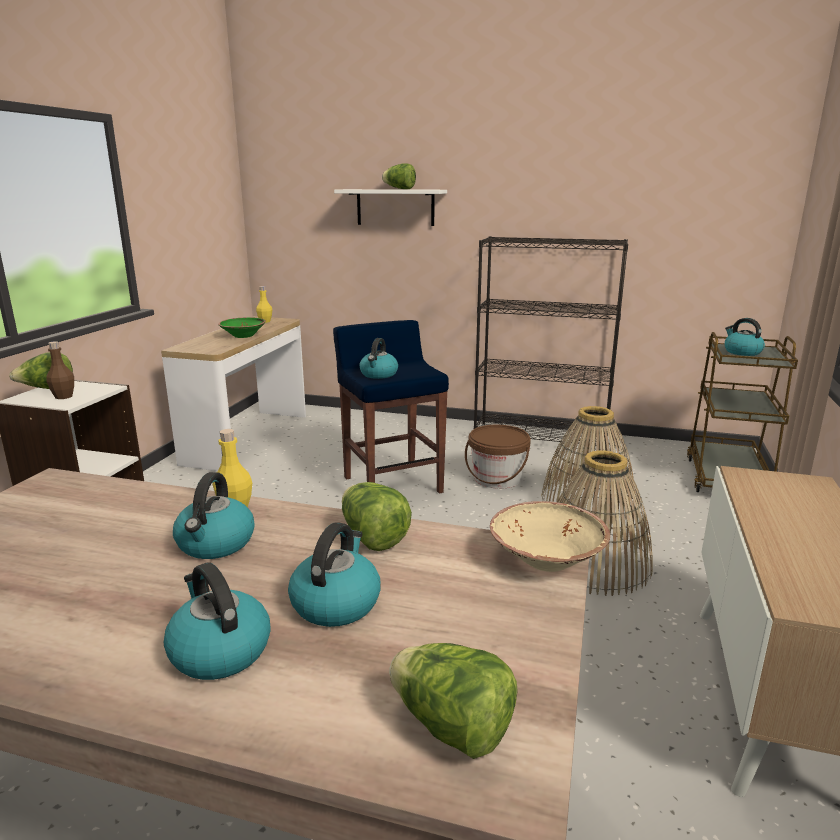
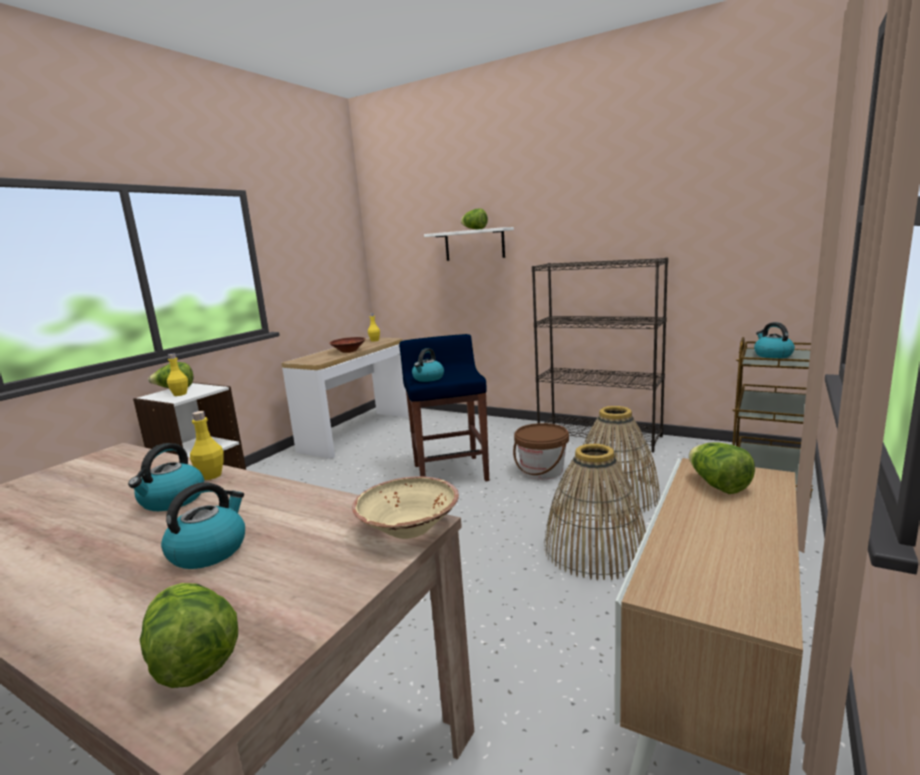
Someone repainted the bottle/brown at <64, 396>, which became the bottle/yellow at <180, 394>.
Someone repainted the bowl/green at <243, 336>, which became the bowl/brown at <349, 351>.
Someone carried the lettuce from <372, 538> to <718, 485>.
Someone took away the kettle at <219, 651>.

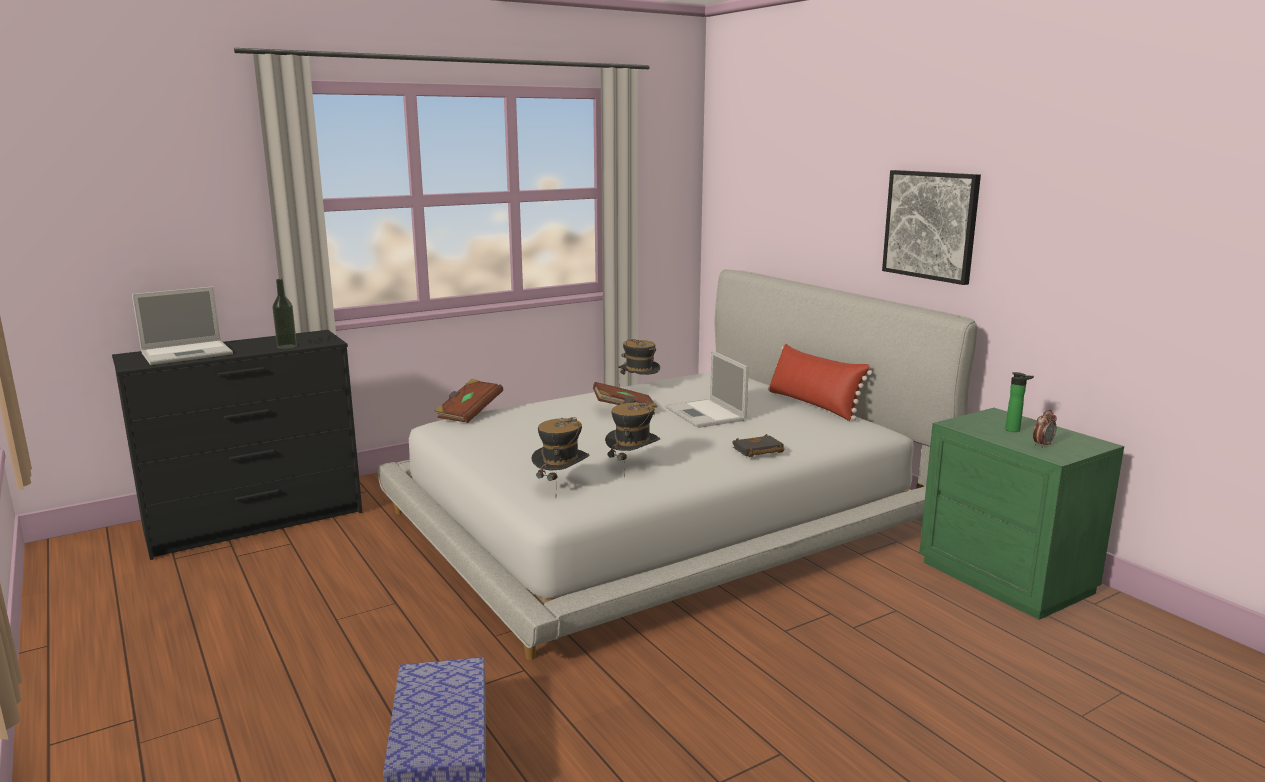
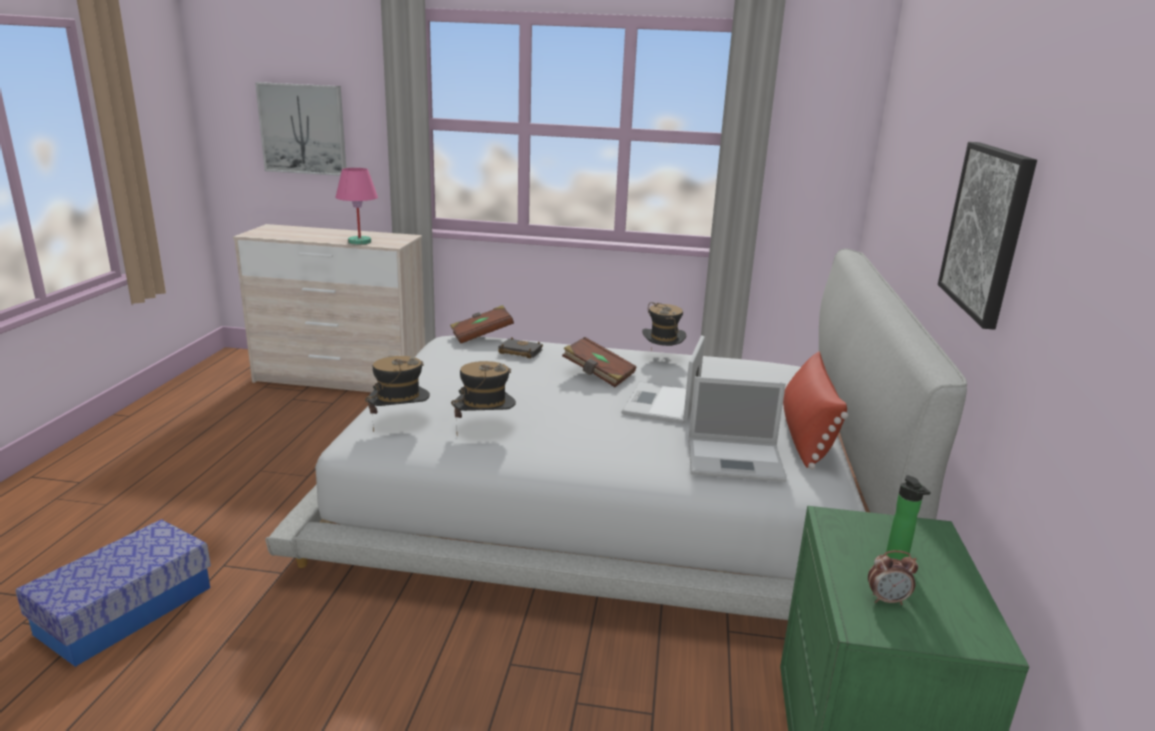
Someone repainted the dresser/black at <255, 523>, which became the dresser/beige at <340, 380>.
Someone put up the picture at <303, 129>.
Someone swapped the bottle at <287, 347> for the table lamp/pink at <359, 242>.
Someone carried the book/black from <757, 451> to <518, 352>.
Someone carried the laptop from <189, 353> to <737, 460>.

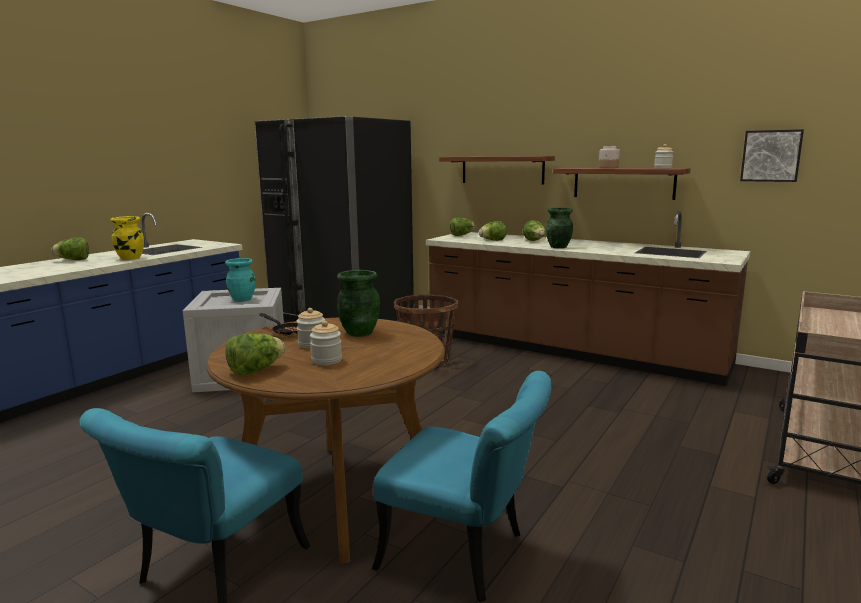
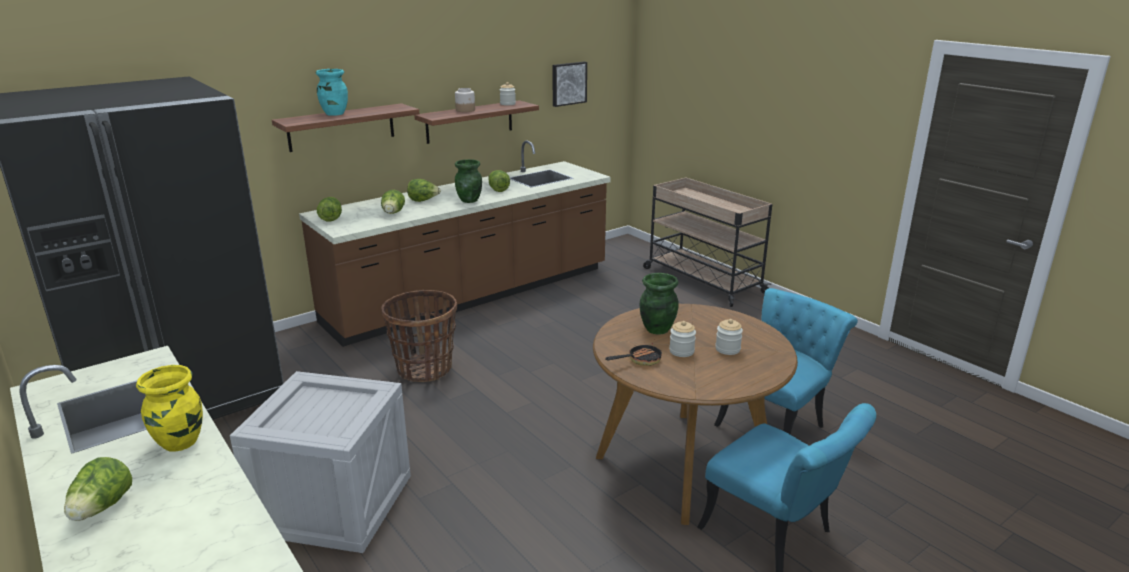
Someone carried the vase/turquoise from <242, 299> to <334, 113>.
Someone carried the lettuce from <255, 371> to <498, 189>.

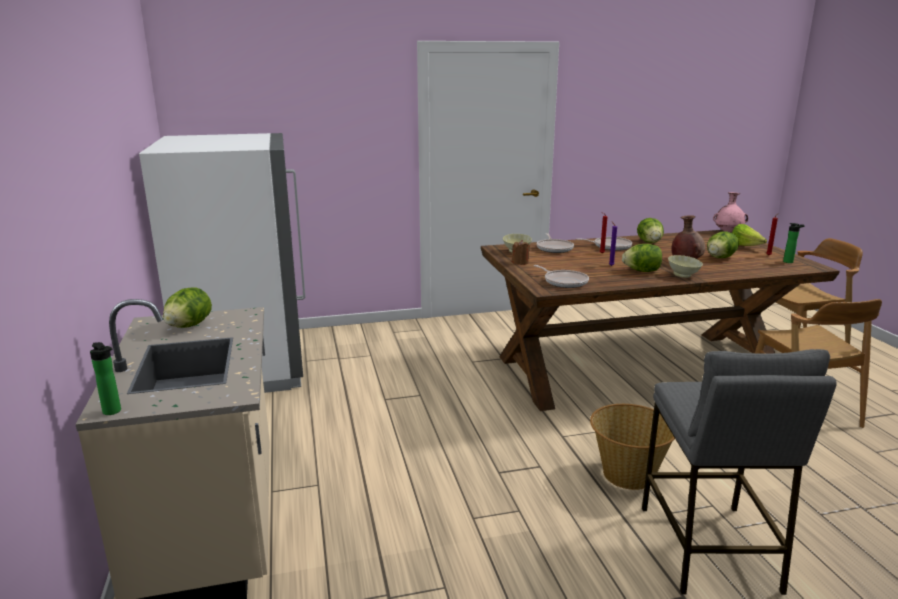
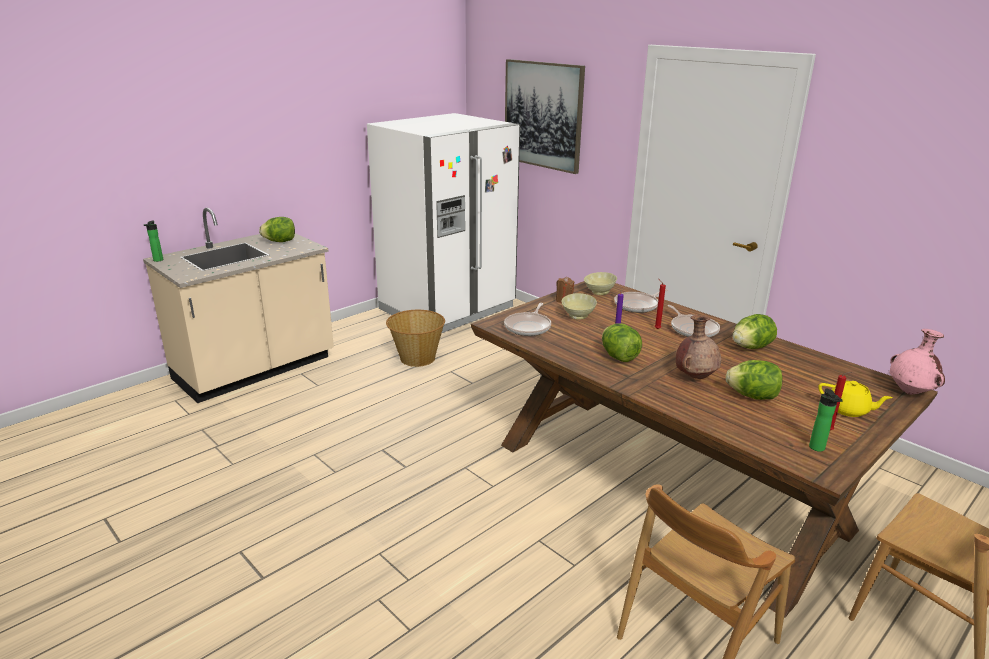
Someone carried the basket from <627, 474> to <417, 358>.
Someone put up the picture at <543, 115>.
Someone carried the bowl/beige from <683, 275> to <577, 316>.
Someone swapped the lettuce at <745, 246> for the teapot/yellow at <848, 410>.
Someone took away the stool/grey at <708, 548>.

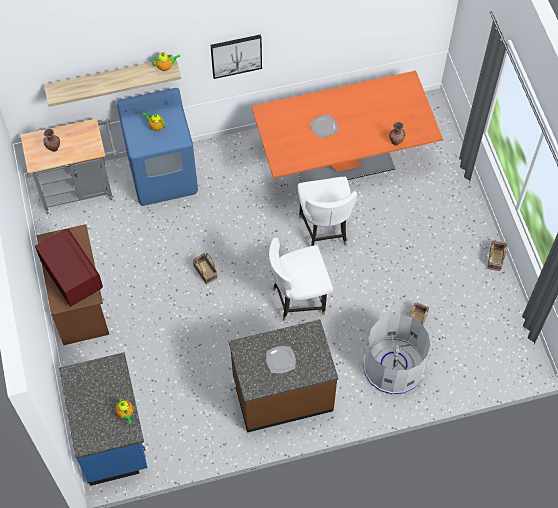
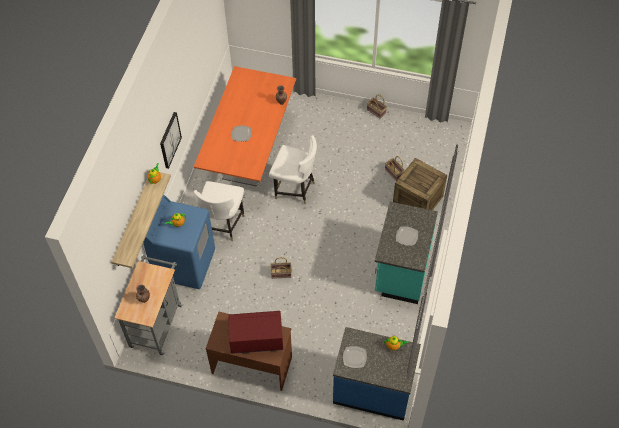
Someone carried the chair/white from <298, 299> to <223, 224>.
Someone put down the plate at <354, 357>.
Someone repainted the counter/brown at <282, 394>, which became the counter/turquoise at <401, 270>.
Someone swapped the trash can/grey at <393, 366> for the crate at <417, 200>.

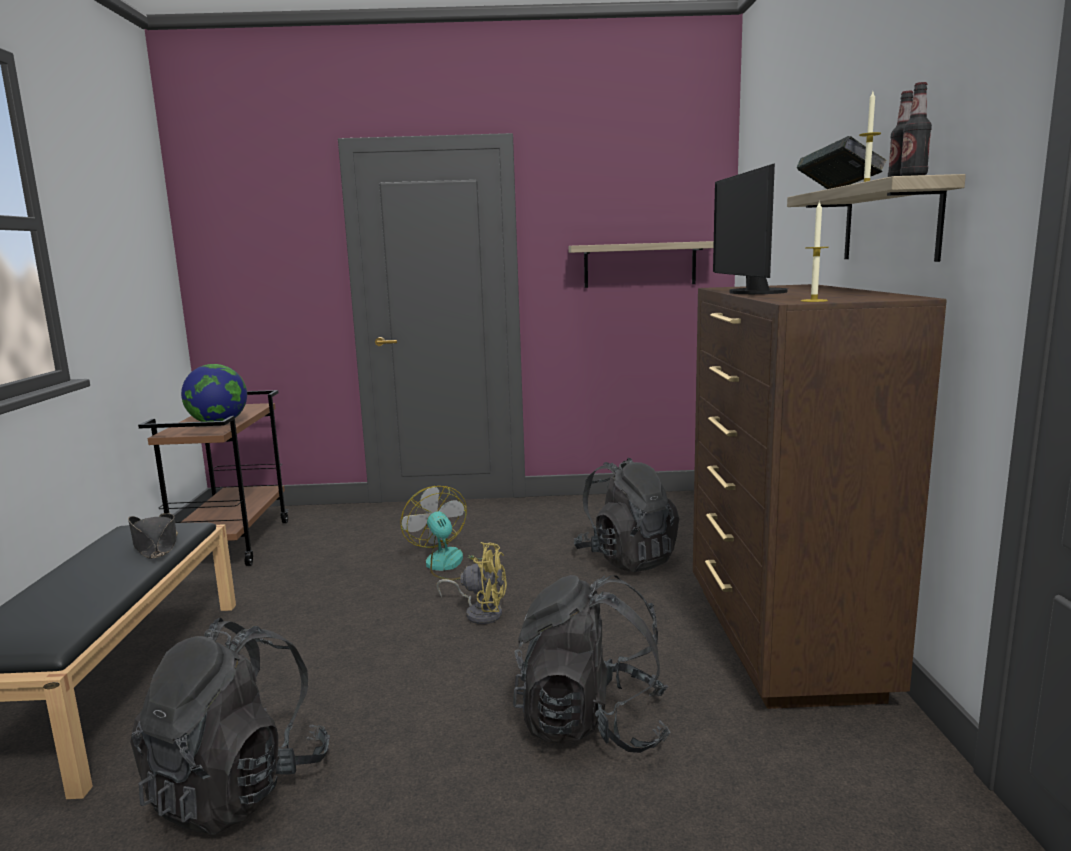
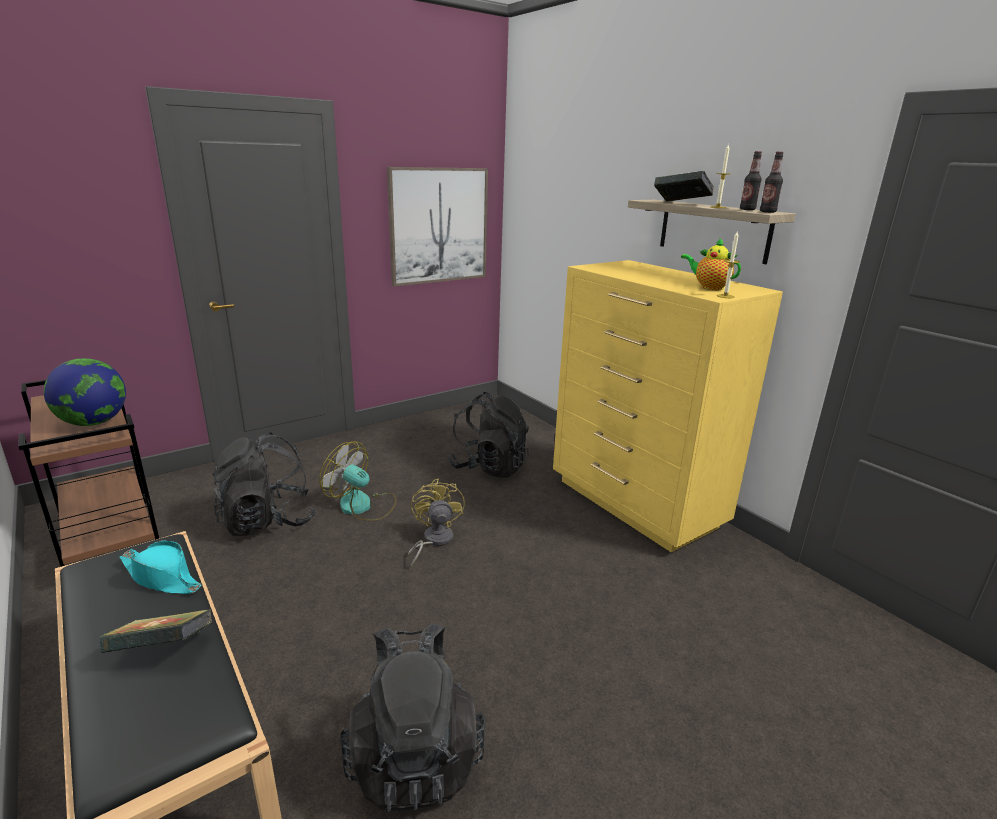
Someone put down the book at <163, 650>.
Someone repainted the hat/black at <155, 545>, which became the hat/turquoise at <162, 577>.
Someone carried the backpack/black from <592, 725> to <267, 521>.
Someone swapped the shelf at <640, 264> for the picture at <439, 226>.
Someone rotated the fan/yellow at <480, 612> by 75 degrees counterclockwise.
Someone repainted the dresser/brown at <780, 640>, which became the dresser/yellow at <635, 504>.
Someone put down the teapot at <709, 287>.
Someone took away the monitor at <751, 292>.

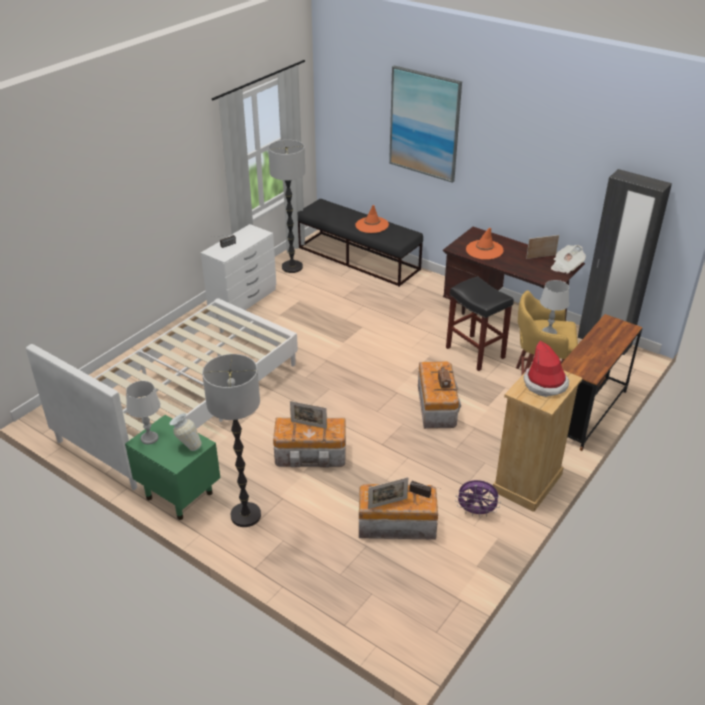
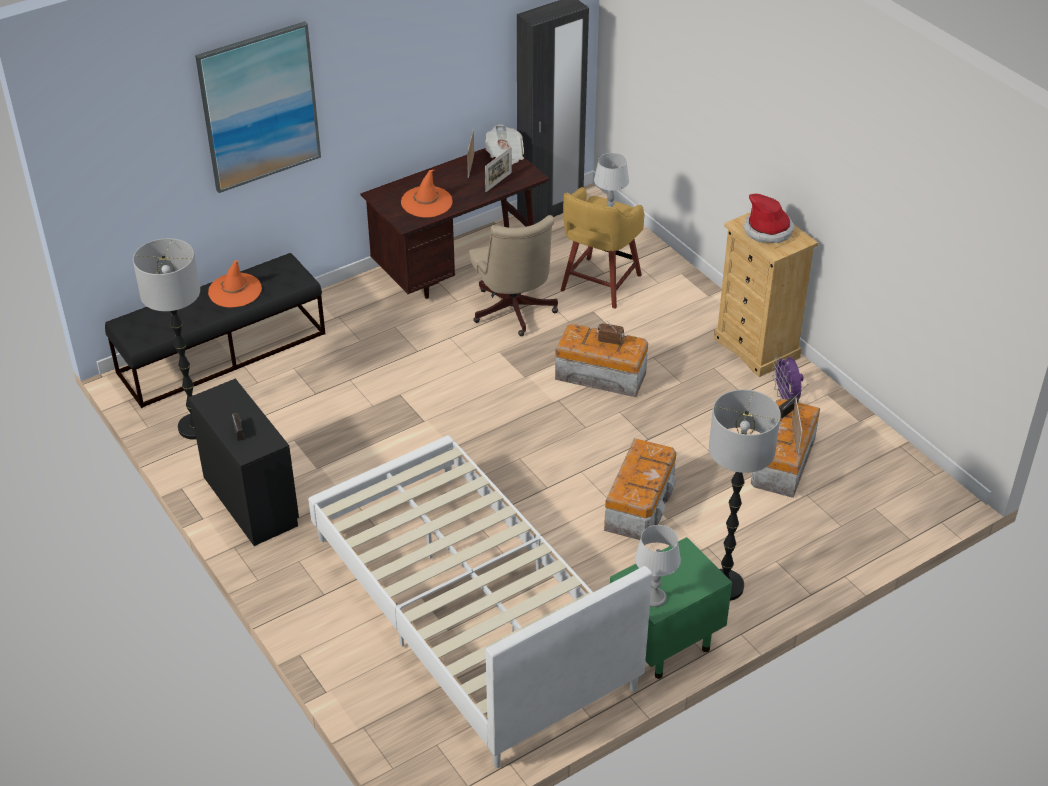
Someone repainted the dresser/white at <243, 300>, which became the dresser/black at <251, 500>.
Someone swapped the stool/black at <474, 352> for the office chair/beige at <513, 313>.
Someone carried the picture frame from <308, 425> to <498, 182>.
Someone rotated the fan/purple at <476, 512> by 135 degrees clockwise.
Someone took away the vase at <187, 446>.
Someone took away the desk/brown at <586, 413>.

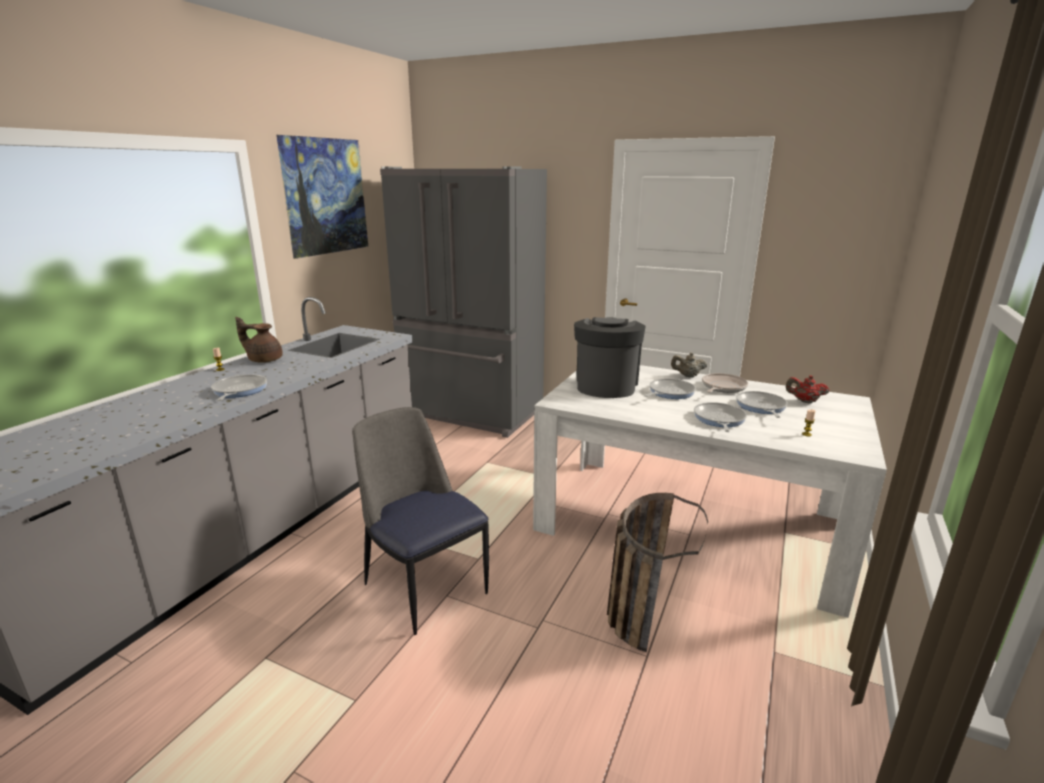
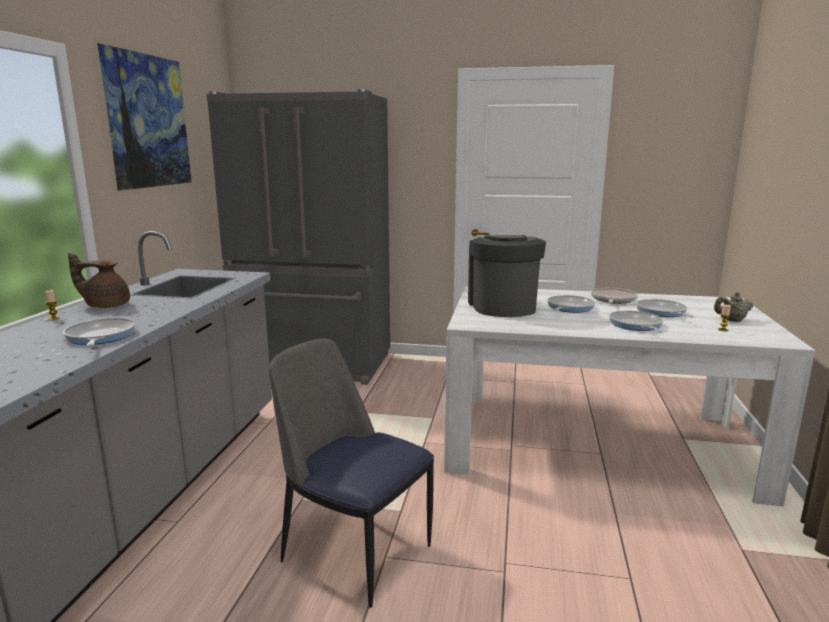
Someone carried the teapot/beige from <687, 376> to <731, 321>.
Someone took away the basket at <640, 609>.
Someone took away the teapot/red at <804, 401>.

